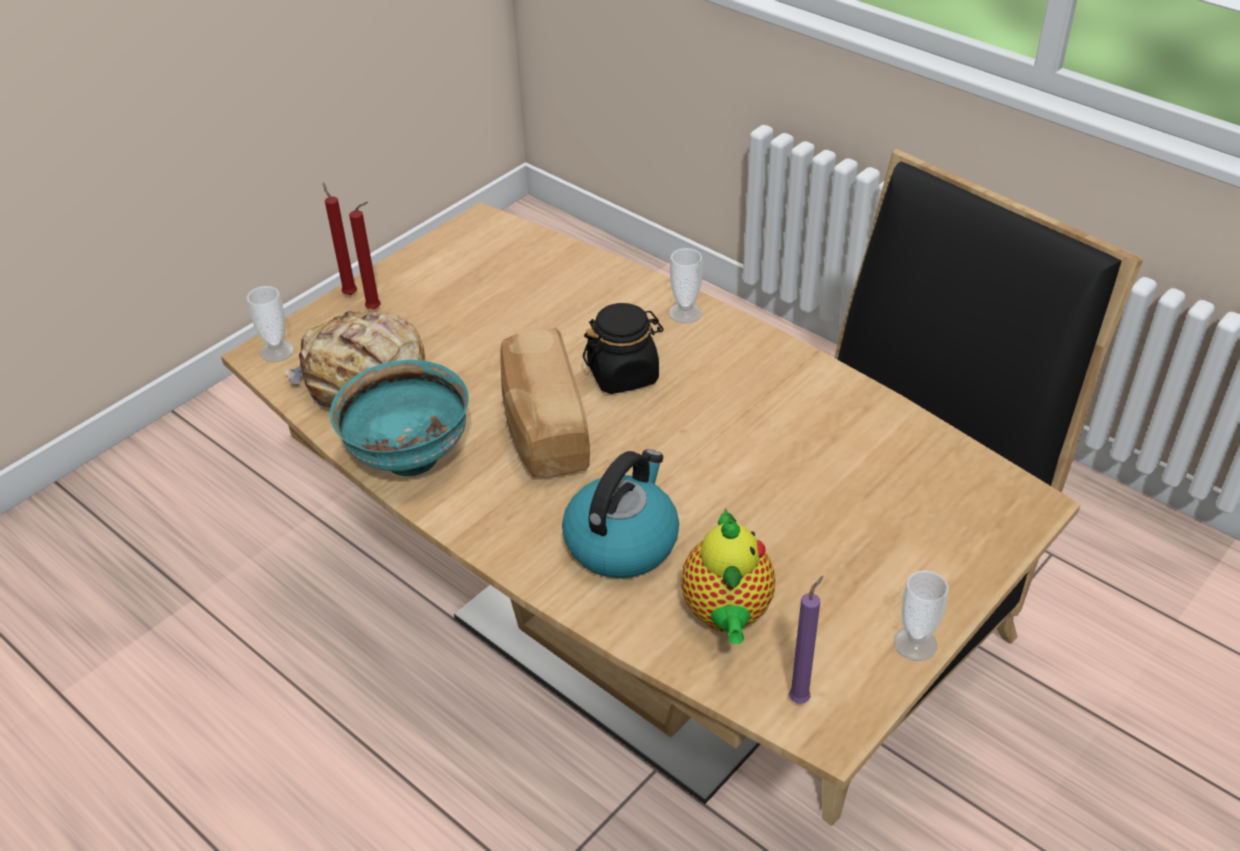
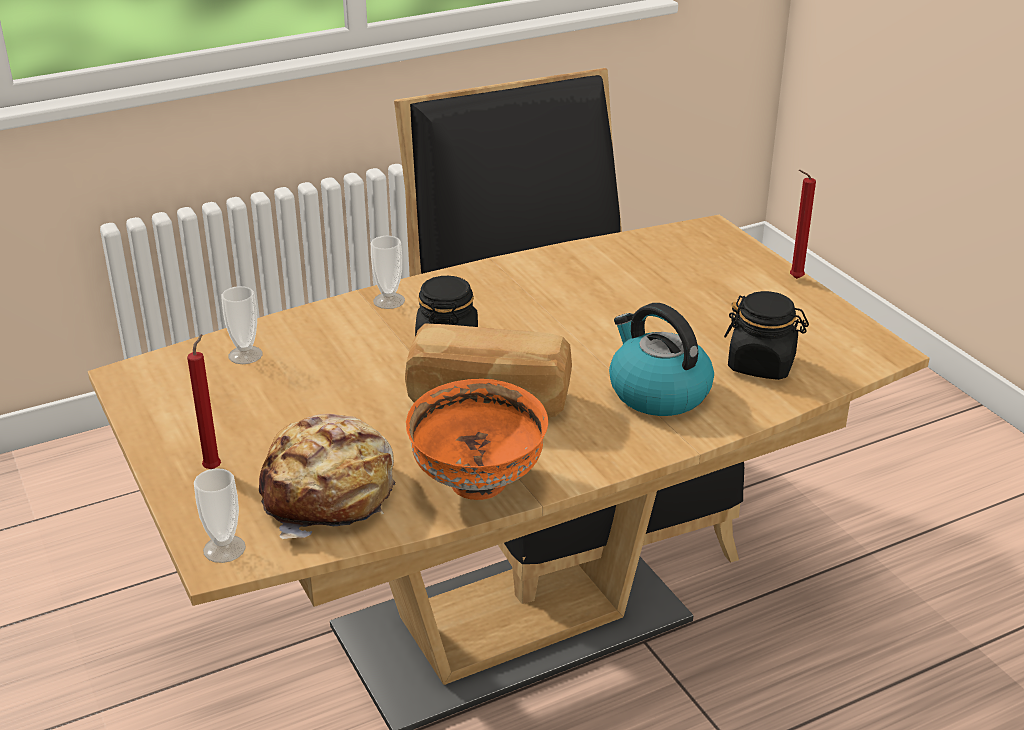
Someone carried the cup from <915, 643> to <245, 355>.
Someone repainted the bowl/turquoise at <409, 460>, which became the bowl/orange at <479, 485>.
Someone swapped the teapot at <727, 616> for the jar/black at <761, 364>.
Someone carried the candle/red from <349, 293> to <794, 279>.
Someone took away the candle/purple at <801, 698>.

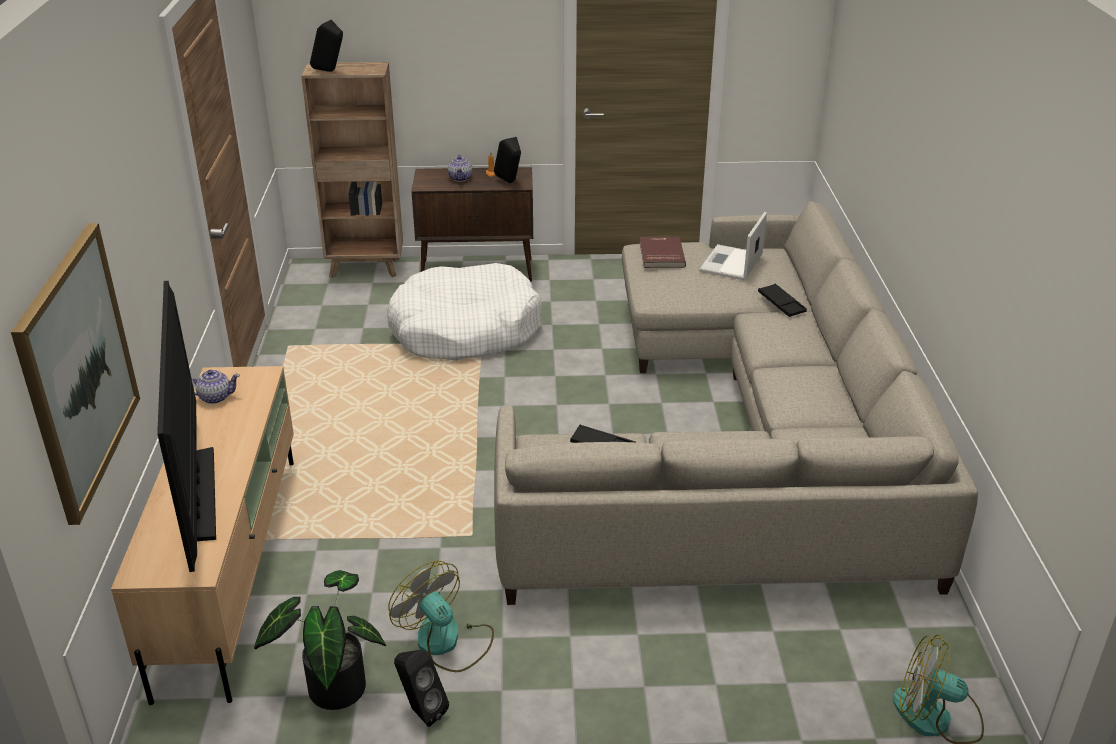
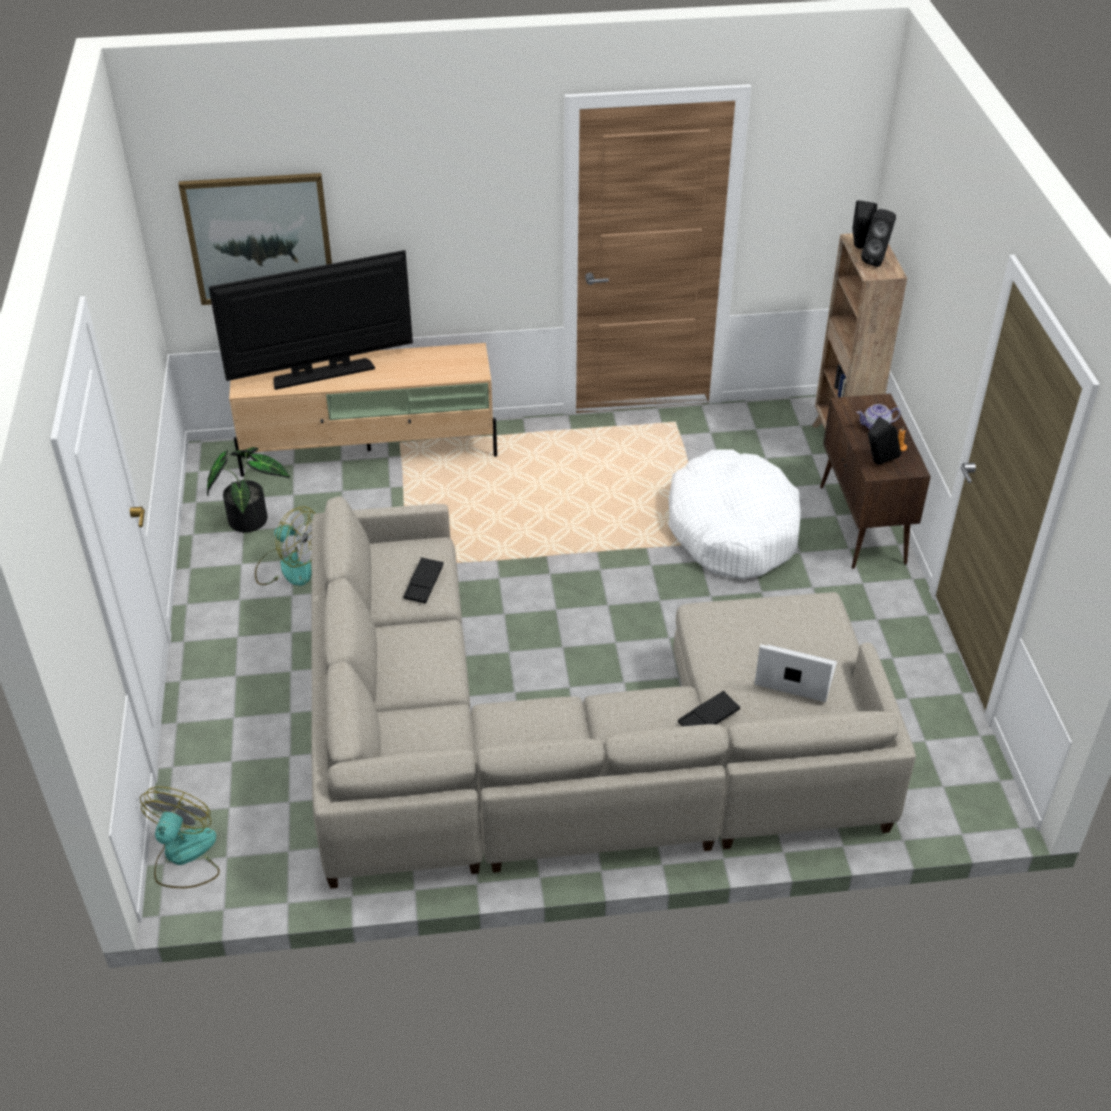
Someone rotated the fan at <446, 642> by 75 degrees clockwise.
Someone carried the speaker/black from <421, 711> to <877, 260>.
Someone took away the teapot at <214, 397>.
Someone took away the book/red at <660, 255>.

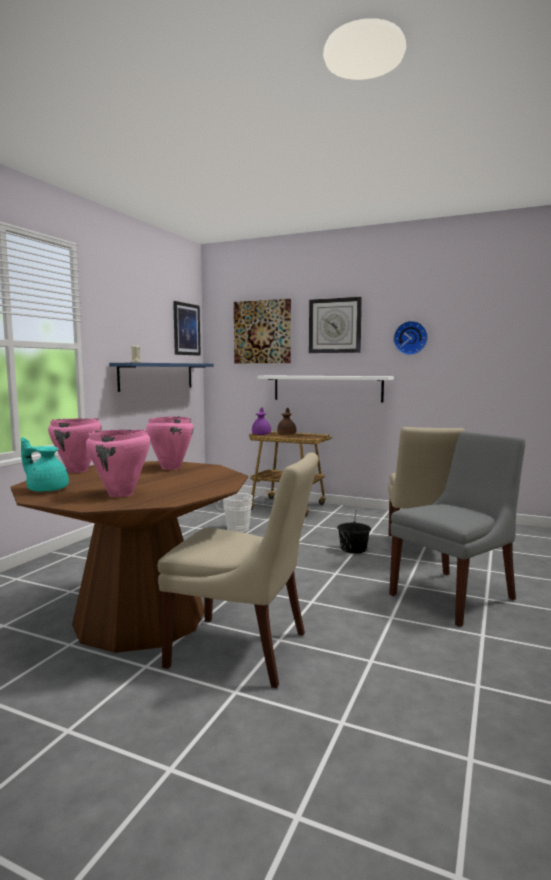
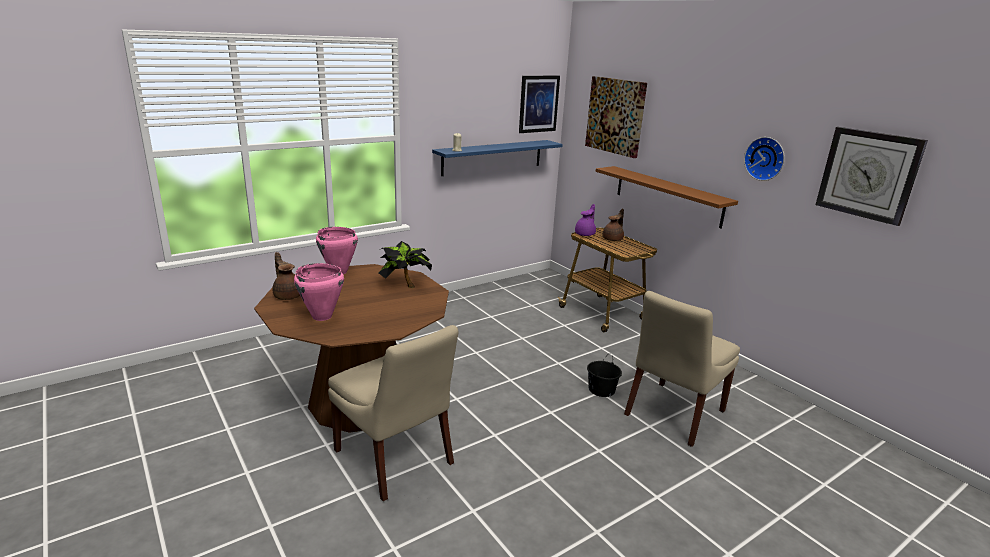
Someone repainted the teapot/turquoise at <46, 490>, which became the teapot/brown at <288, 295>.
Someone swapped the cooking pot/pink at <170, 468> for the potted plant at <405, 285>.
Someone repainted the shelf/white at <327, 388>, which became the shelf/brown at <667, 196>.
Someone carried the wall clock from <335, 325> to <868, 174>.
Someone took away the bucket/white at <235, 529>.
Someone took away the chair/grey at <455, 596>.

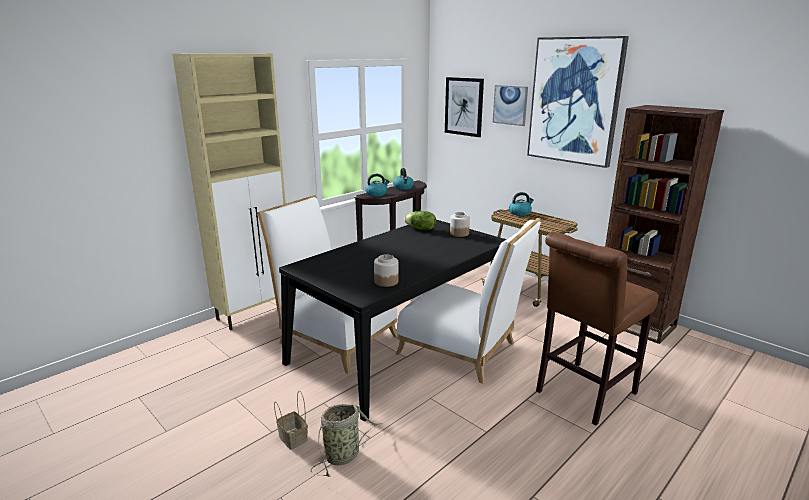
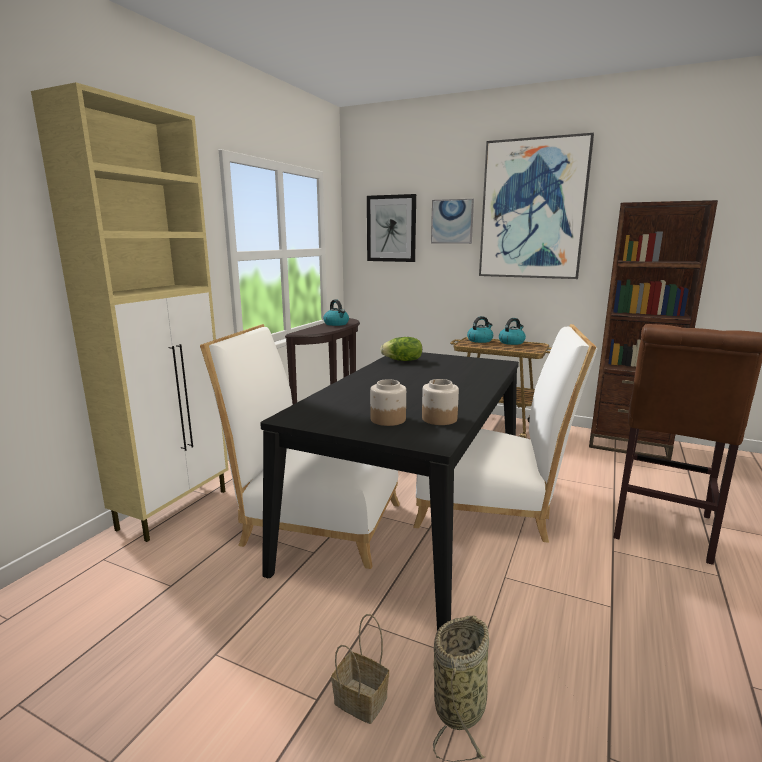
Someone carried the jar from <459, 233> to <387, 419>.
Someone carried the kettle from <376, 194> to <511, 342>.

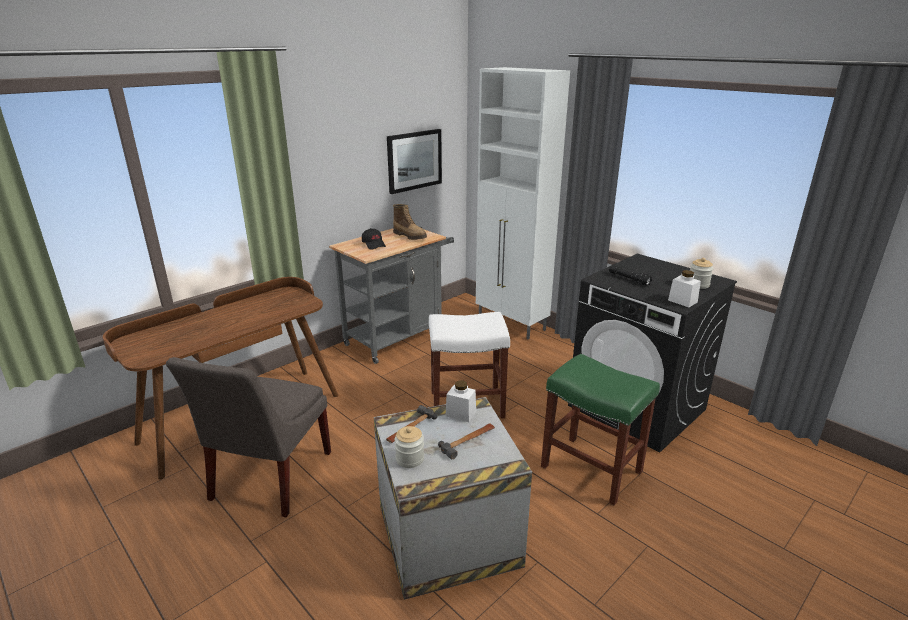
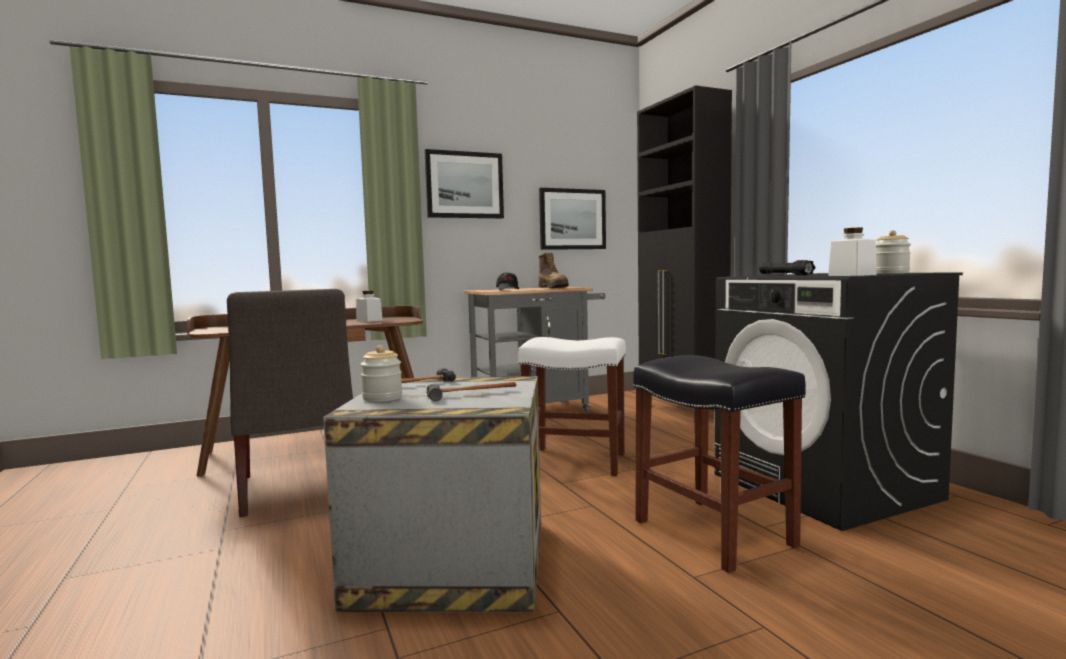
Someone rotated the chair/grey at <268, 478> by 60 degrees counterclockwise.
Someone carried the jar/white from <460, 413> to <369, 320>.
Someone put up the picture at <464, 185>.
Someone repainted the stool/green at <592, 469>, which became the stool/black at <715, 533>.
Someone repainted the cabinet/white at <511, 324>, which became the cabinet/black at <682, 411>.

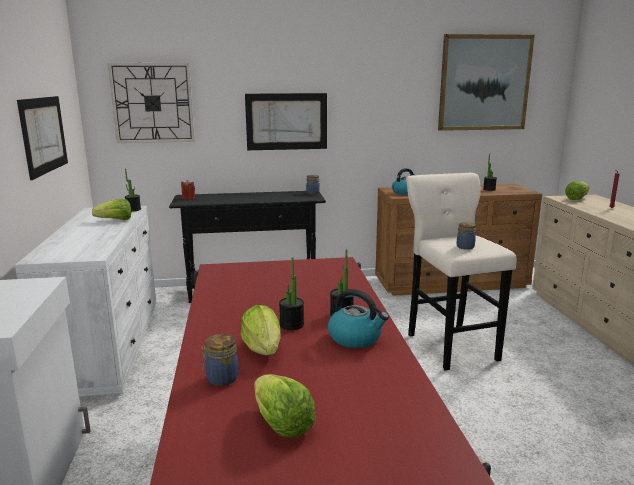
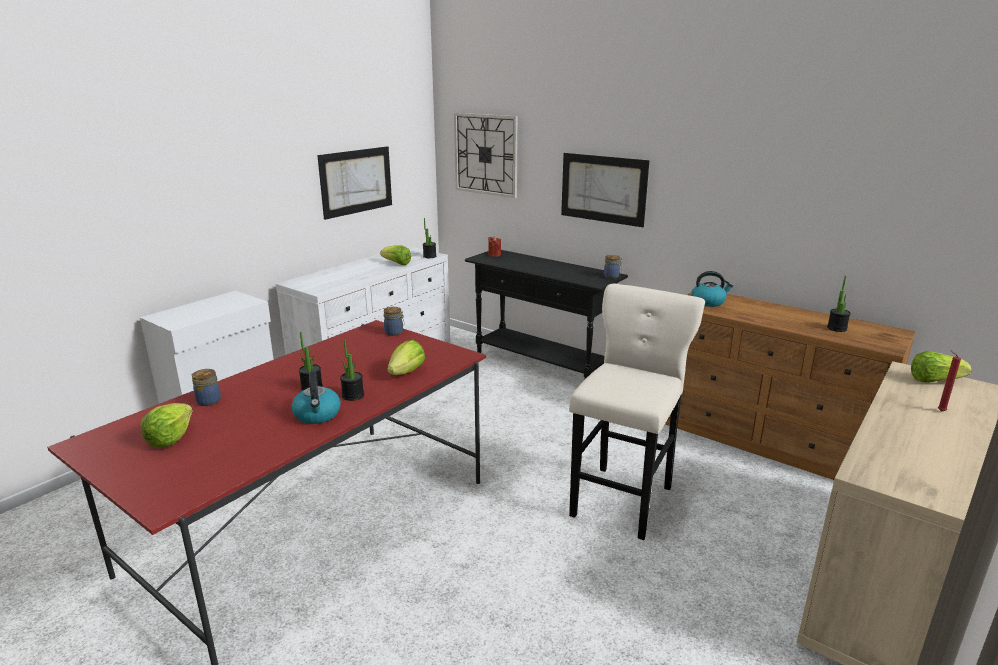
Someone carried the jar from <466, 247> to <394, 332>.
Someone carried the lettuce from <263, 349> to <406, 372>.
Someone took away the picture at <484, 83>.

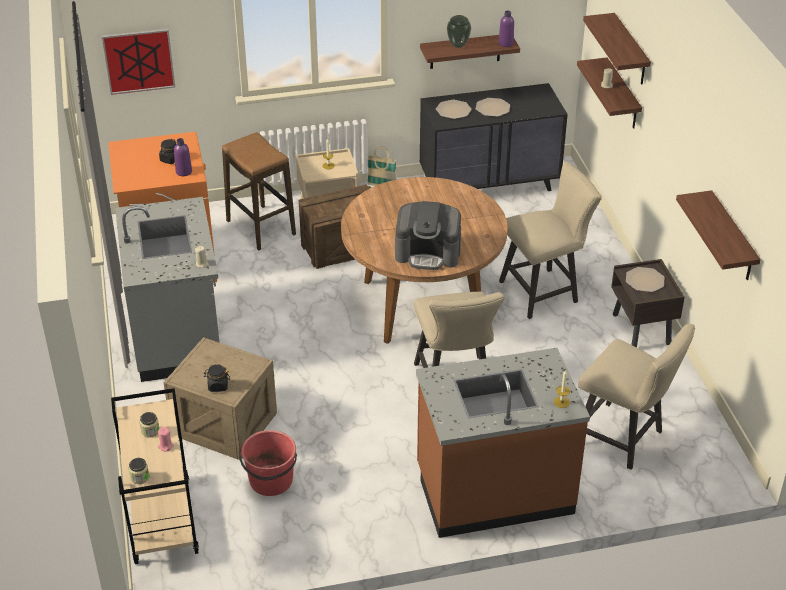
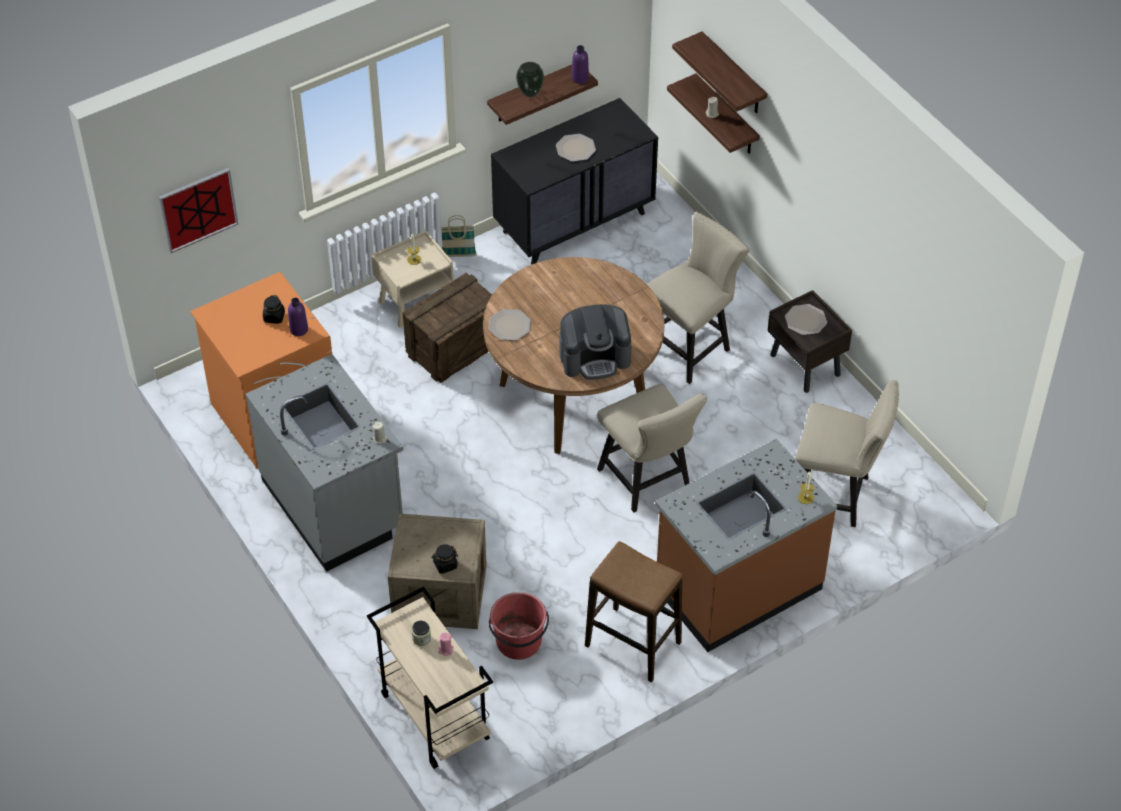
Someone carried the plate from <453, 110> to <509, 326>.
Someone carried the stool from <260, 228> to <632, 644>.
Someone took away the jar at <140, 477>.
Someone took away the shelf at <732, 238>.

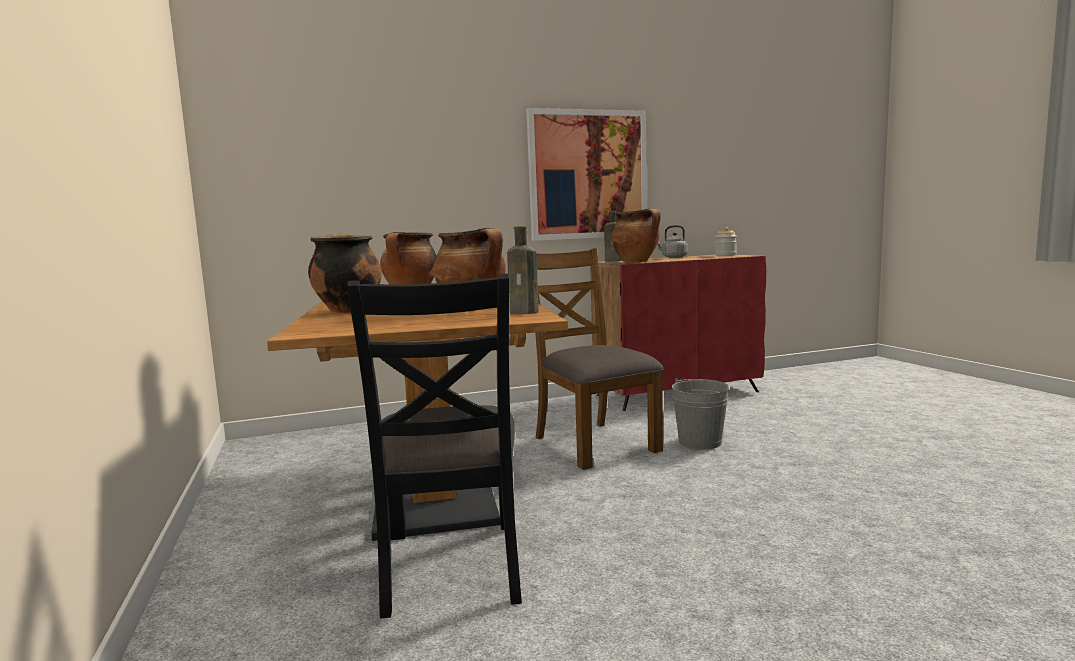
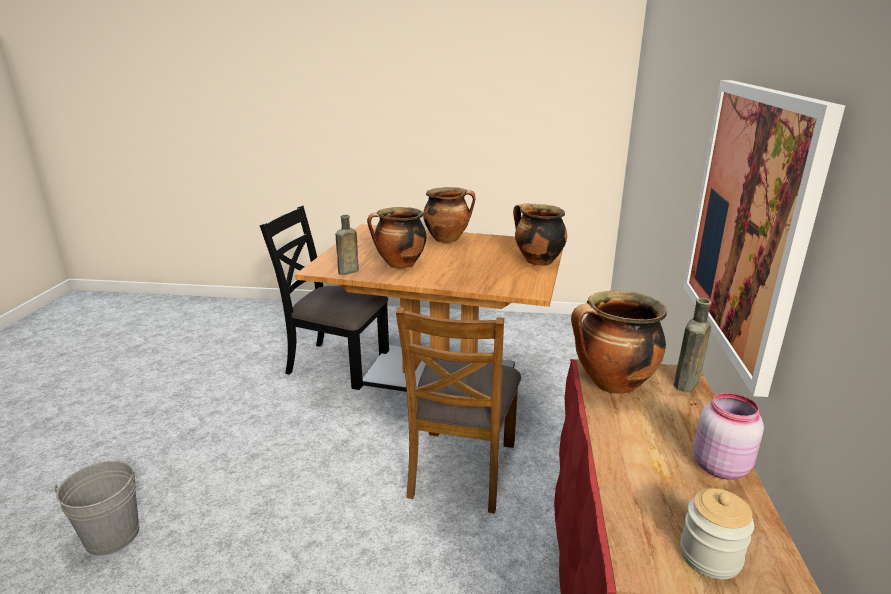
Someone carried the bucket/grey from <700, 442> to <112, 535>.
Someone rotated the chair/brown at <593, 443> by 105 degrees clockwise.
Someone swapped the kettle/grey at <672, 257> for the jar/pink at <719, 465>.

